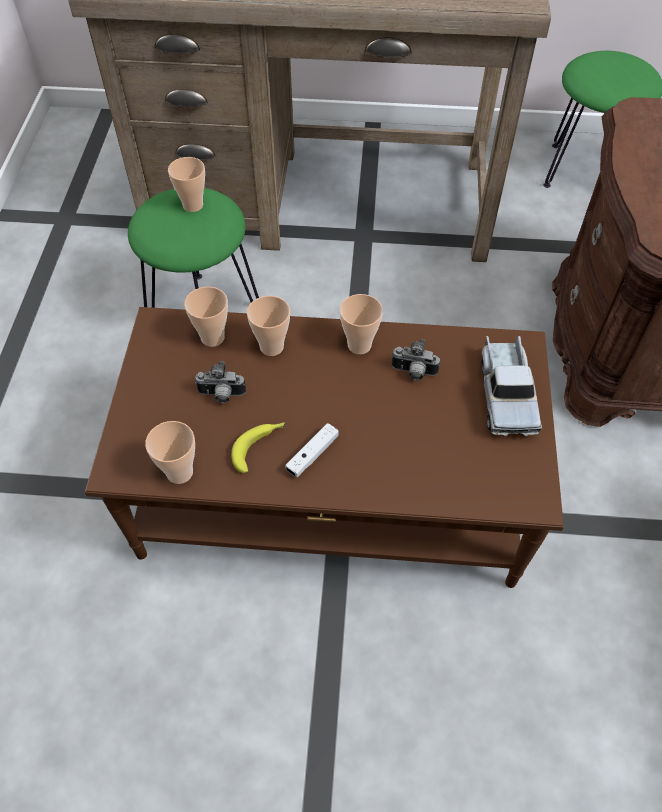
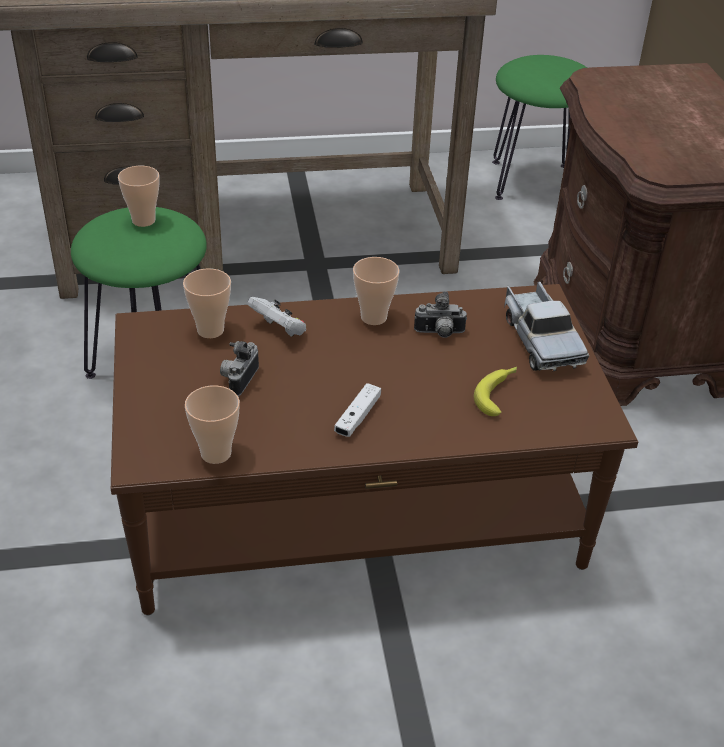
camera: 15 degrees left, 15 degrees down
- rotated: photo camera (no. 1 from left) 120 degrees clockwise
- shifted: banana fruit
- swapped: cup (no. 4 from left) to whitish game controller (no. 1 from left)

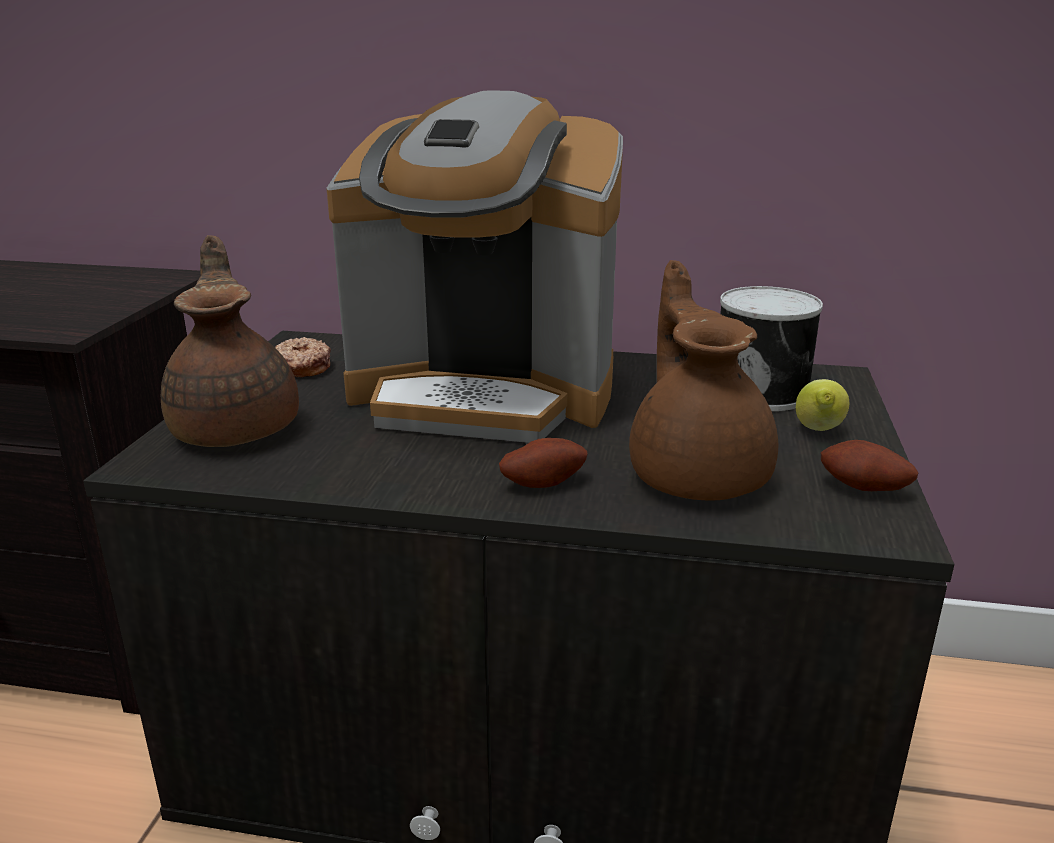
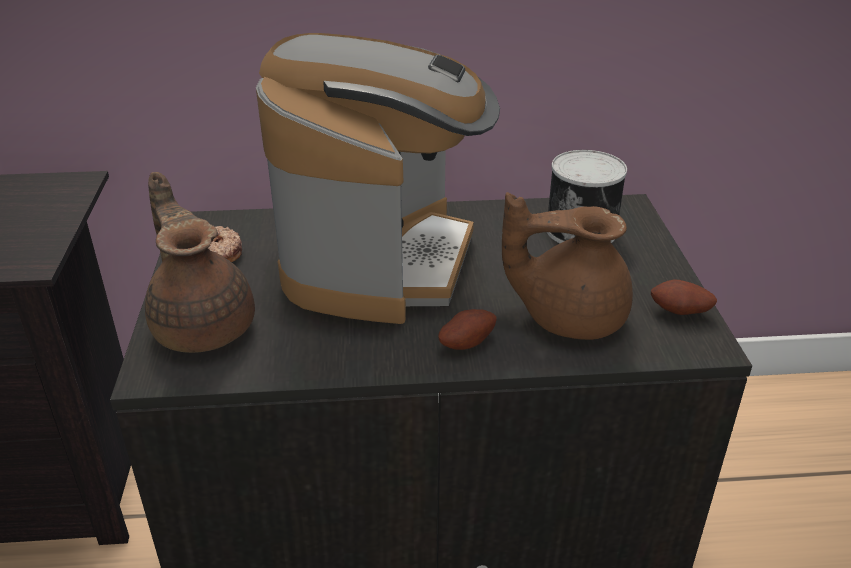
camera: 15 degrees left, 10 degrees up
- rotated: coffee brewer 75 degrees counterclockwise
- rotated: brown-coloured teapot (no. 2 from left) 60 degrees counterclockwise
- gone: citrus fruit

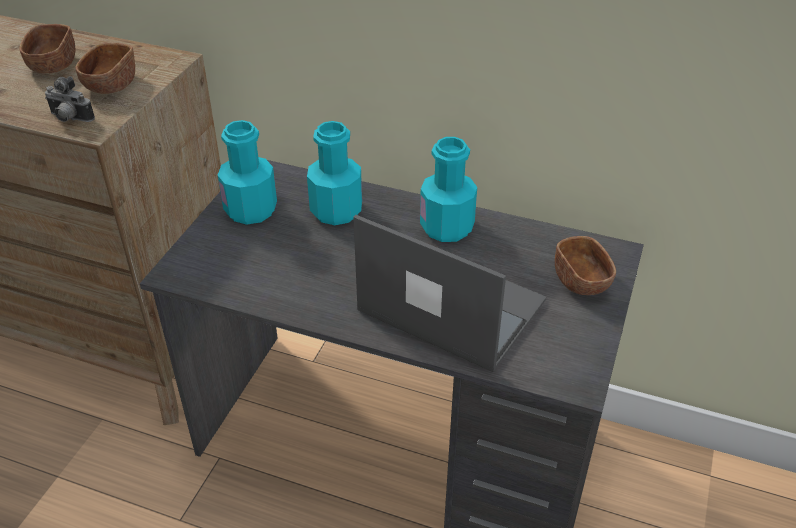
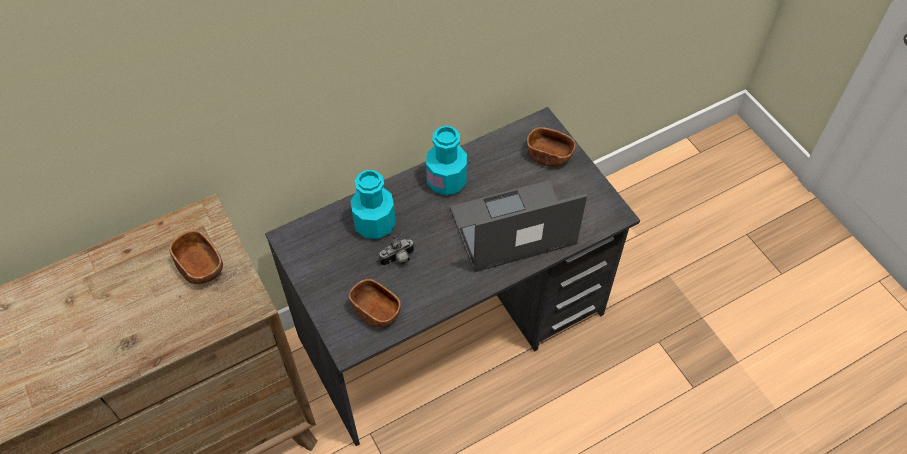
camera: 50 degrees left, 15 degrees up
- shifted: brown-coloured bowl (no. 1 from left in the first image) to brown-coloured bowl (no. 2 from left)
- shifted: photo camera
- gone: blue-green beverage bottle (no. 1 from left)

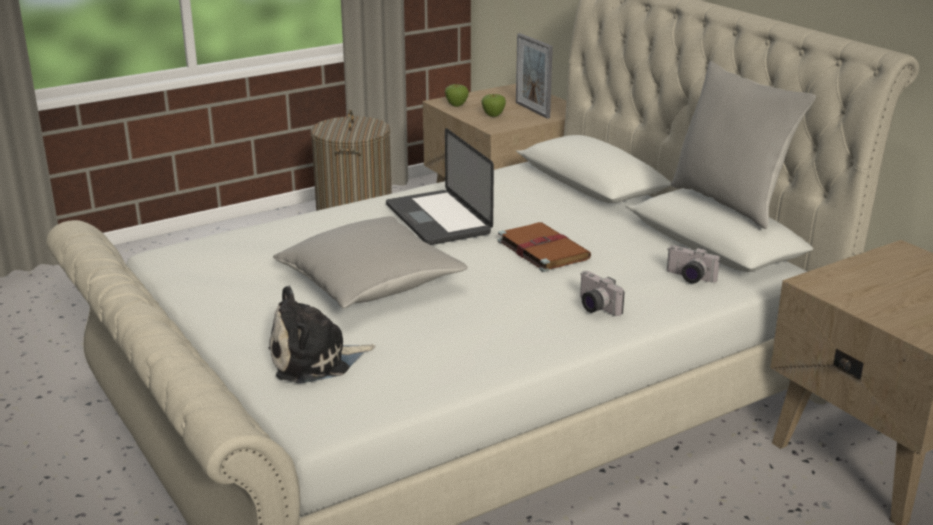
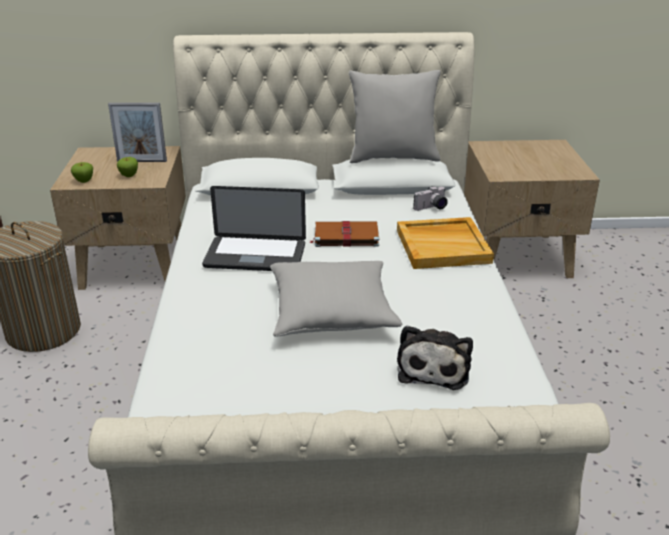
camera: 60 degrees left, 5 degrees up
- swapped: photo camera (no. 1 from left) to beige-coloured carrying tray

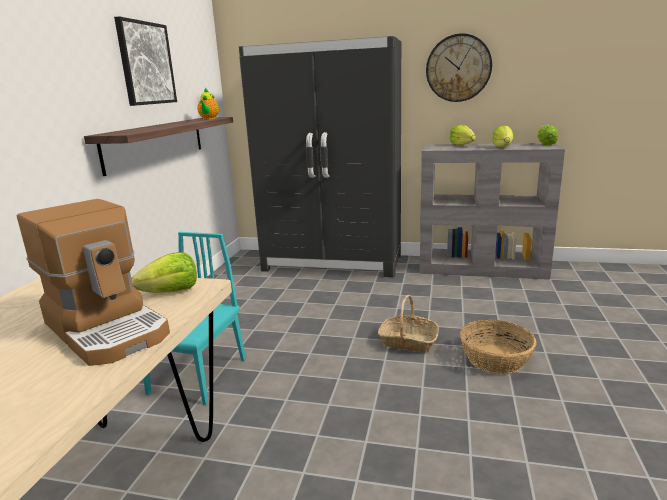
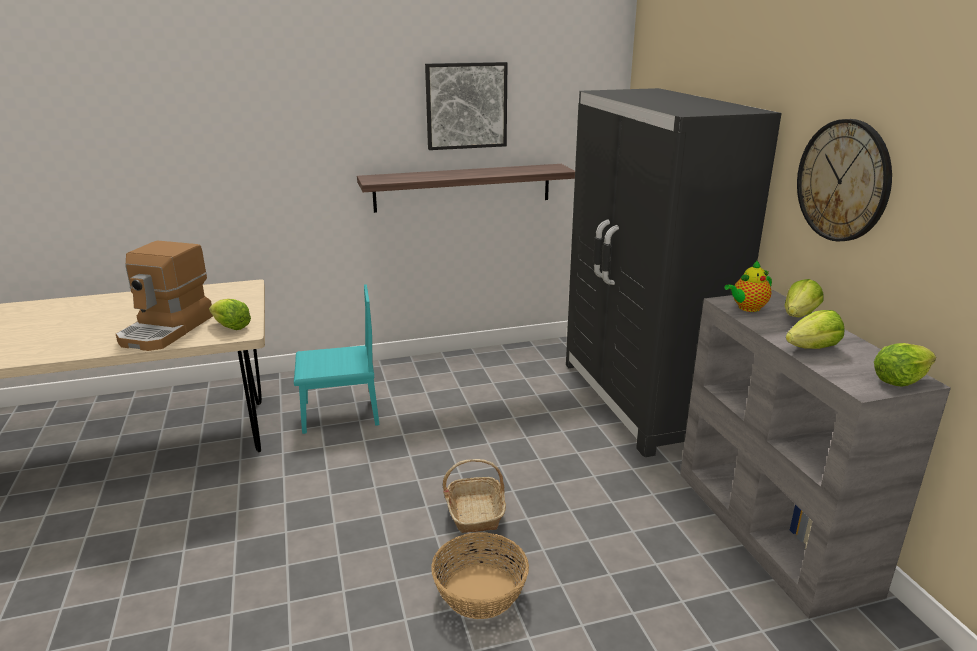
camera: 60 degrees right, 5 degrees up
- shifted: teapot

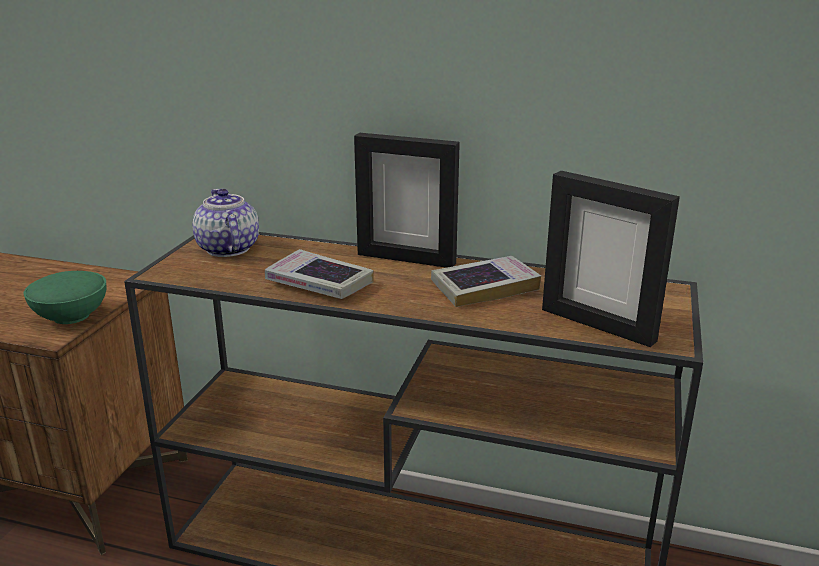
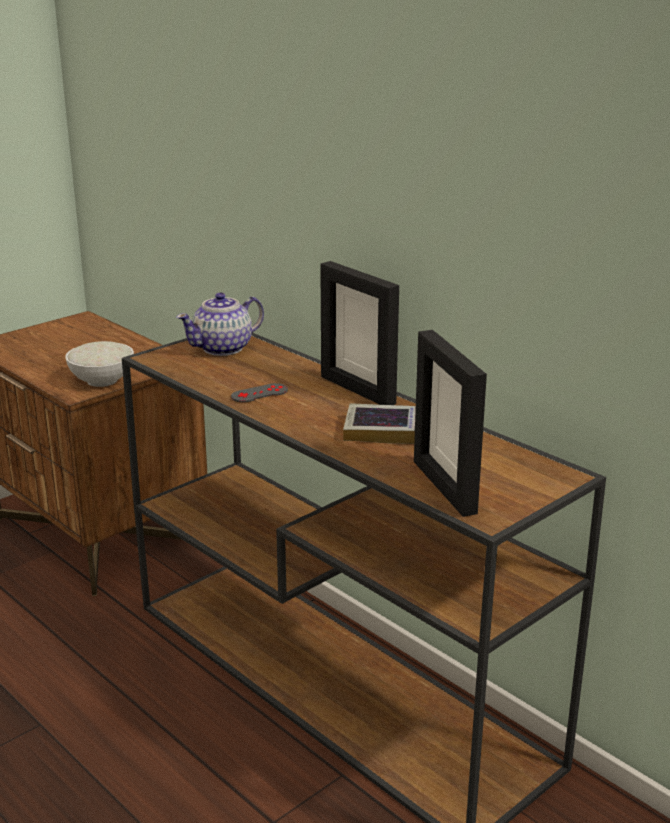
camera: 30 degrees right, 0 degrees up
- repainted: green-coloured bowl to whitish bowl
- rotated: teapot 135 degrees counterclockwise
- swapped: bound book (no. 1 from left) to greyish game controller

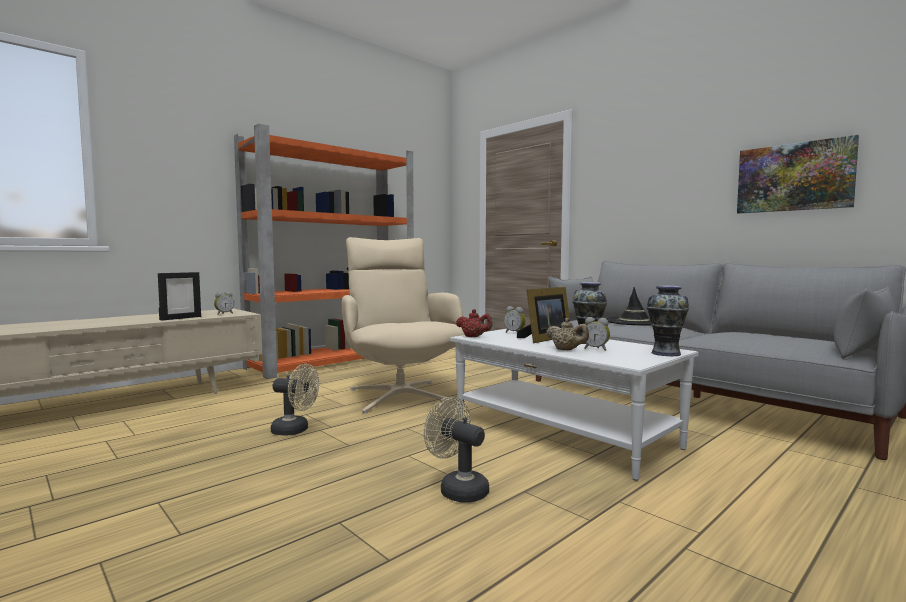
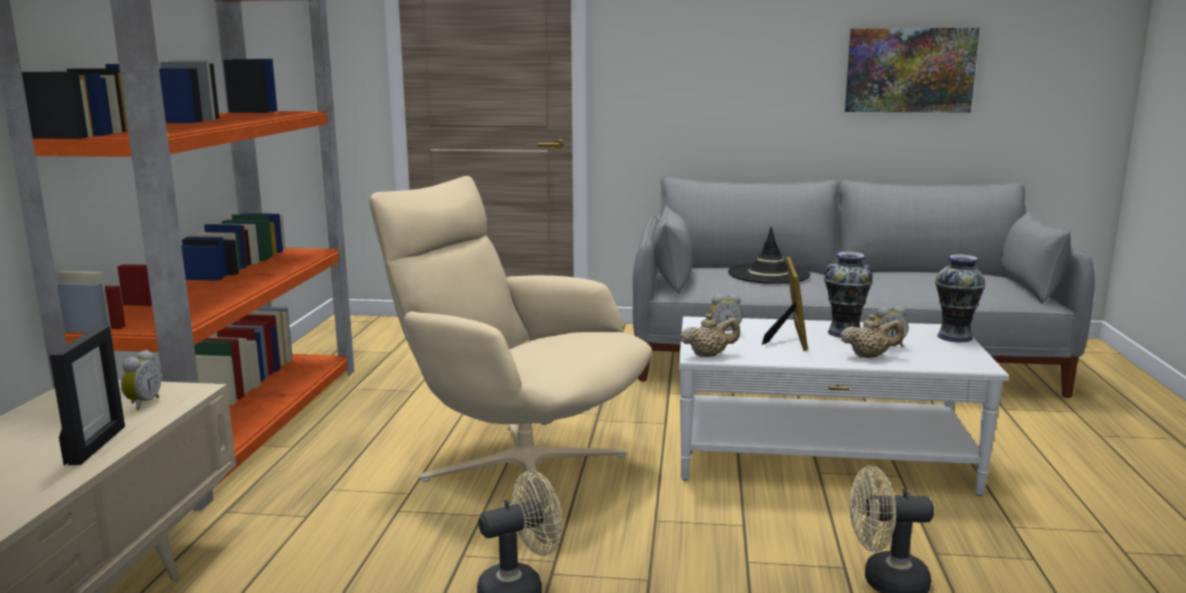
camera: 40 degrees left, 10 degrees up
- repainted: red-coloured teapot to beige-coloured teapot (no. 1 from left)

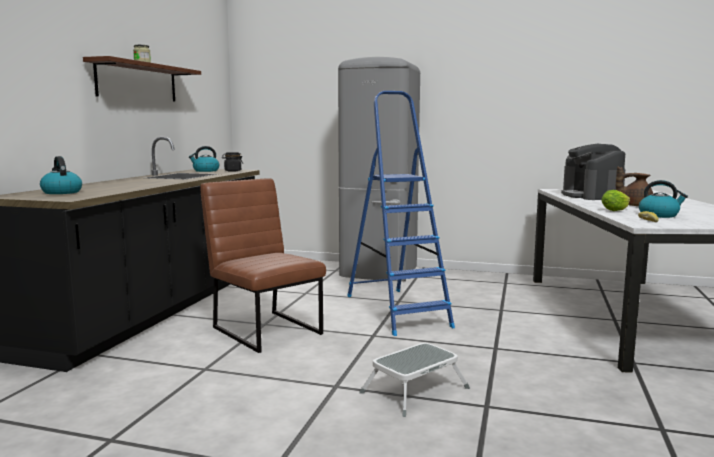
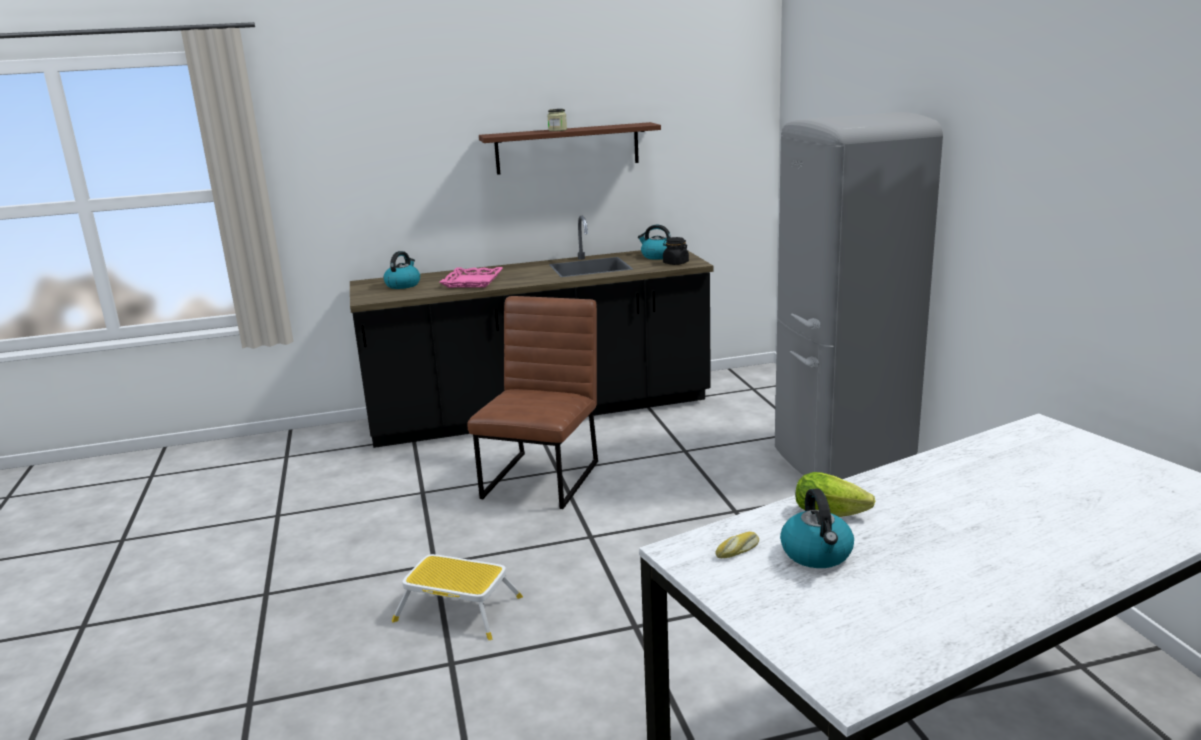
camera: 60 degrees right, 10 degrees up
- gone: blue-coloured step ladder
- repainted: greyish step ladder to yellow step ladder
- gone: coffee brewer
- gone: brown-coloured teapot
- new: pink-coloured carrying tray

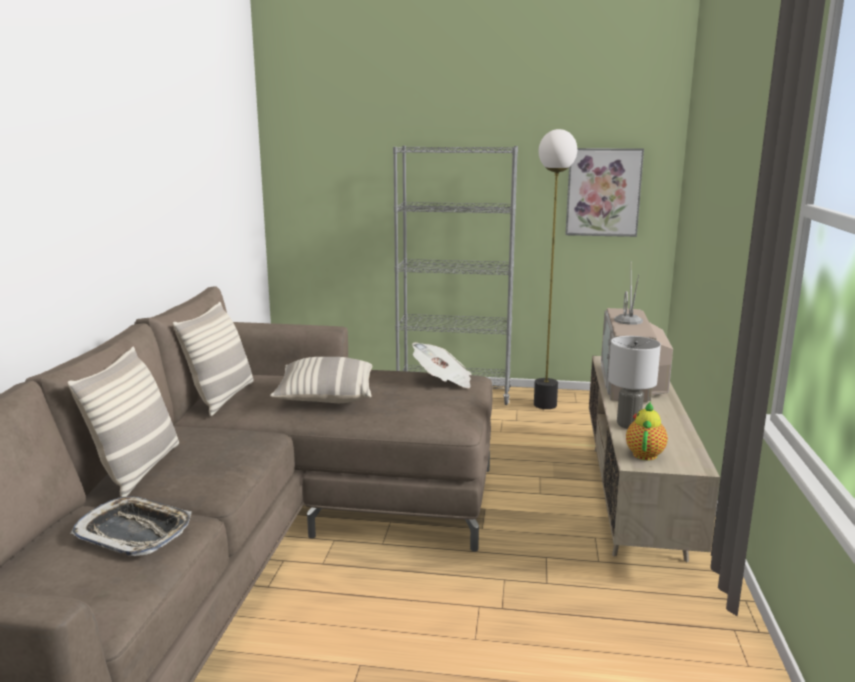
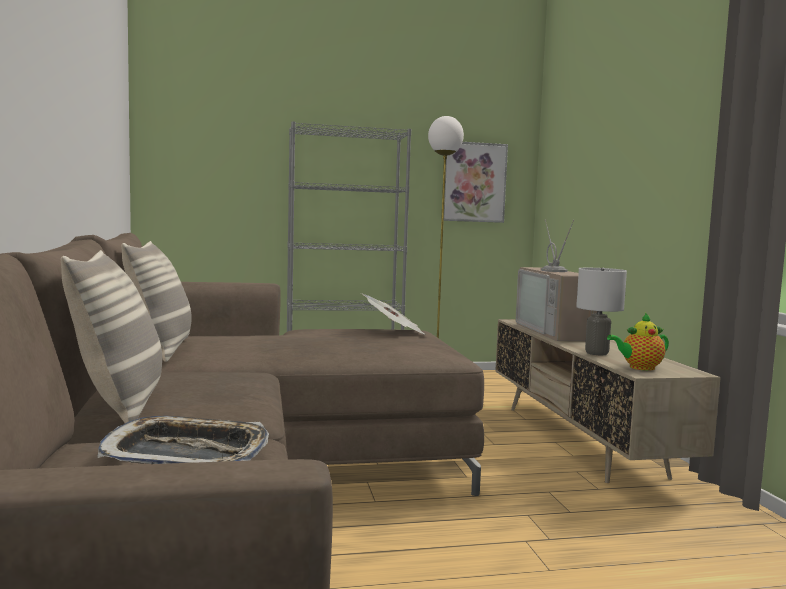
camera: 20 degrees left, 10 degrees down
- gone: throw pillow (no. 3 from left)
- rotated: teapot 105 degrees counterclockwise

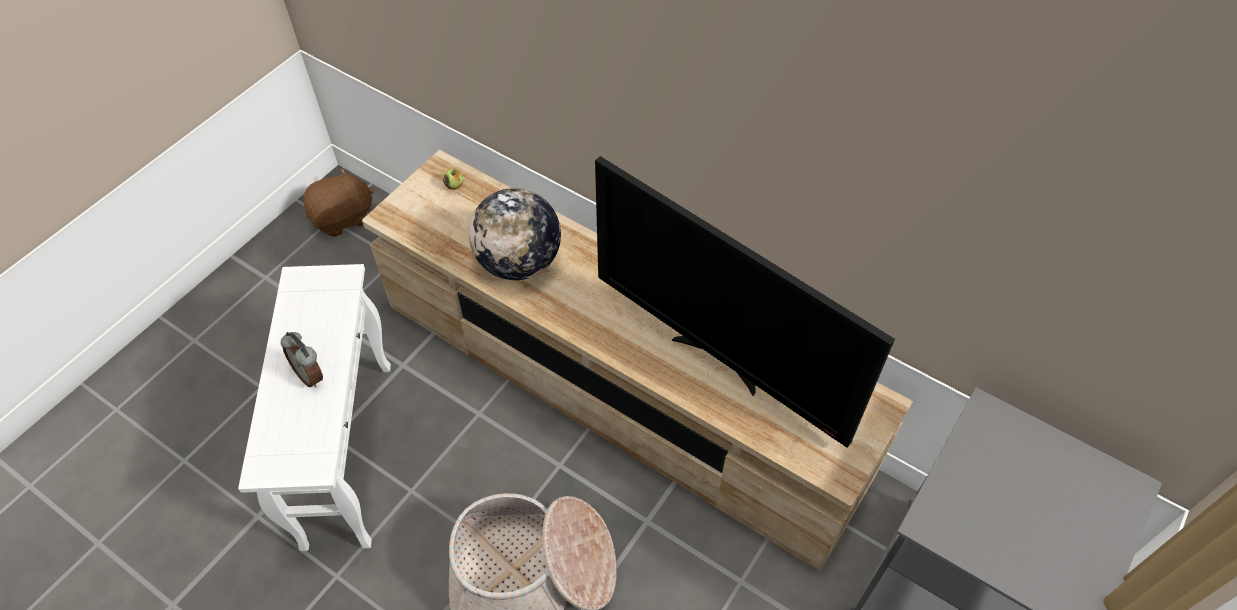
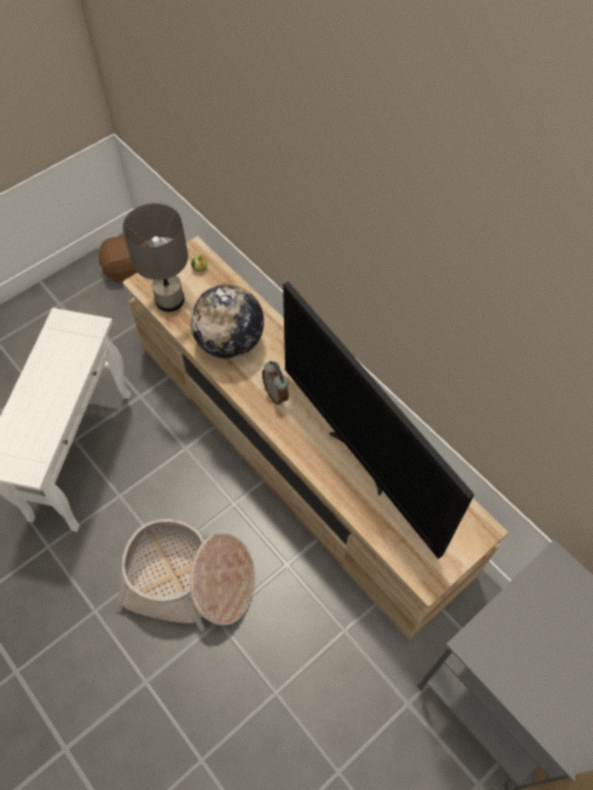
camera: 15 degrees right, 5 degrees up
- shifted: alarm clock
- new: greyish lamp for a table

